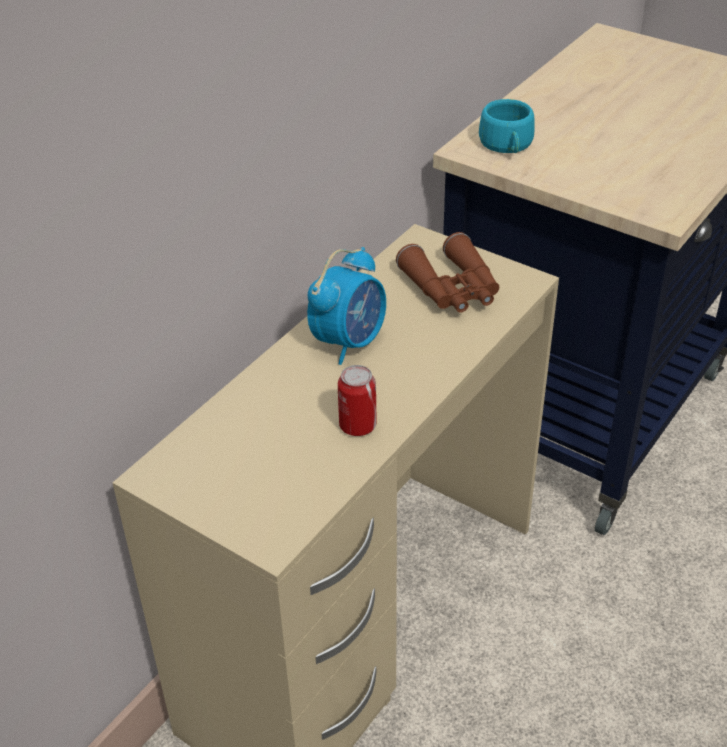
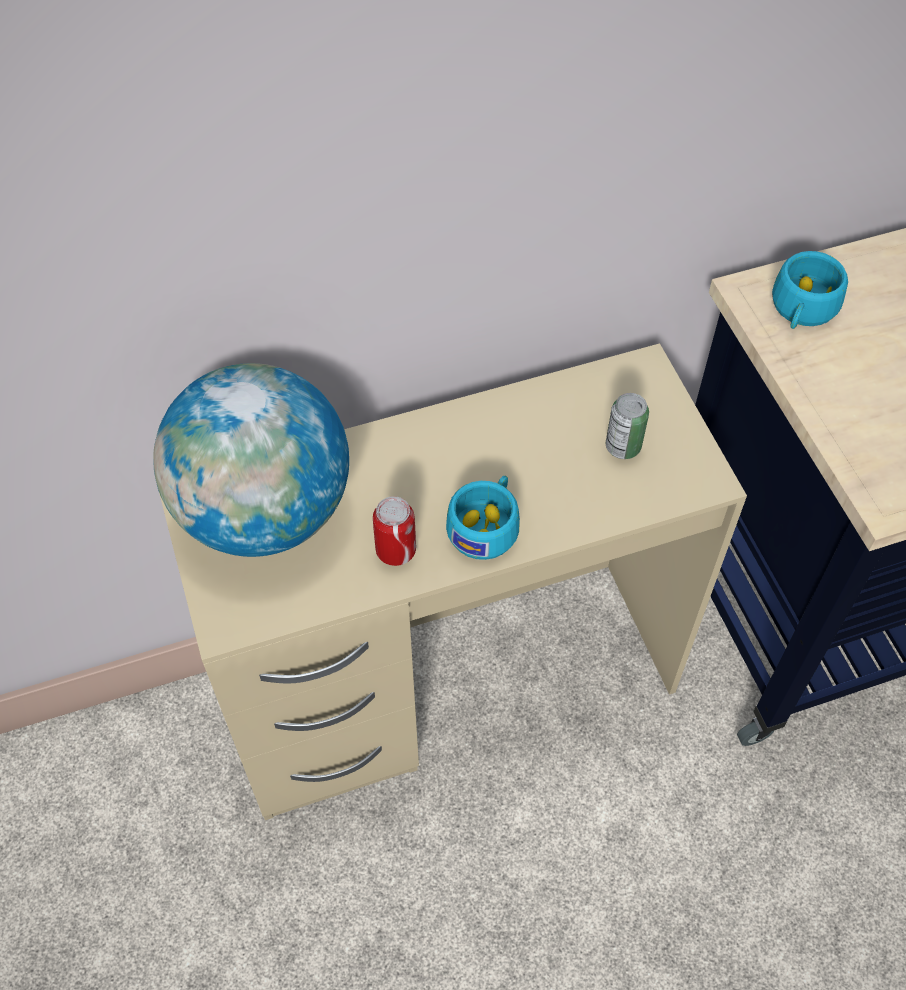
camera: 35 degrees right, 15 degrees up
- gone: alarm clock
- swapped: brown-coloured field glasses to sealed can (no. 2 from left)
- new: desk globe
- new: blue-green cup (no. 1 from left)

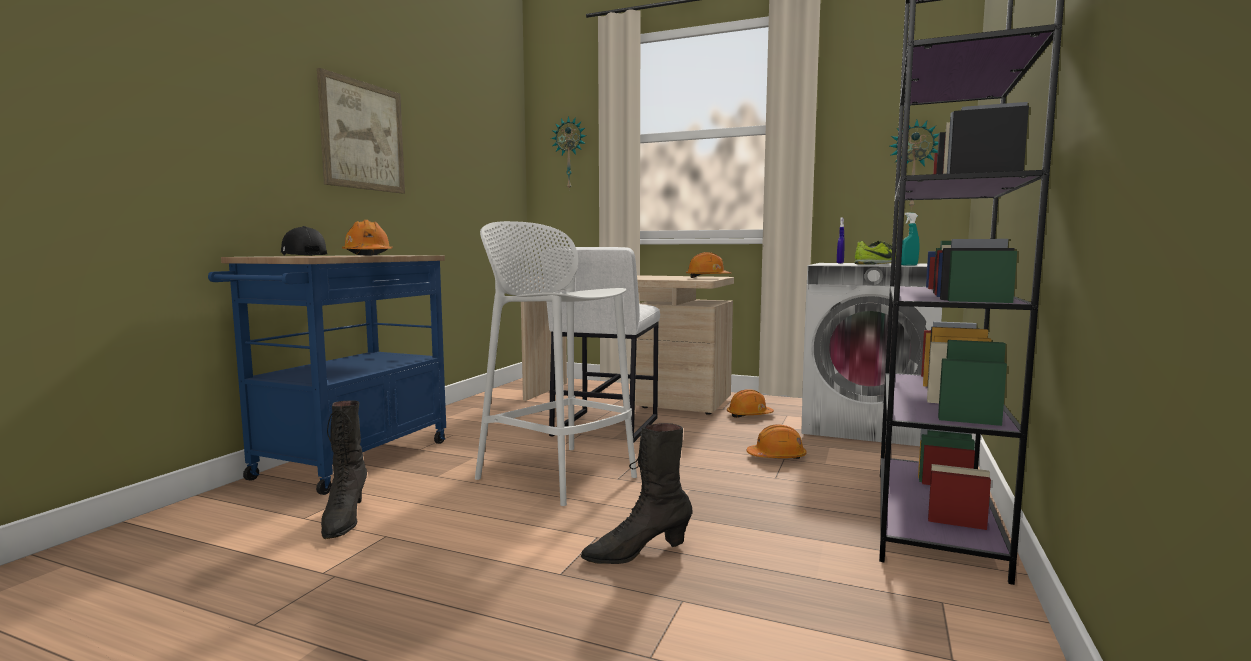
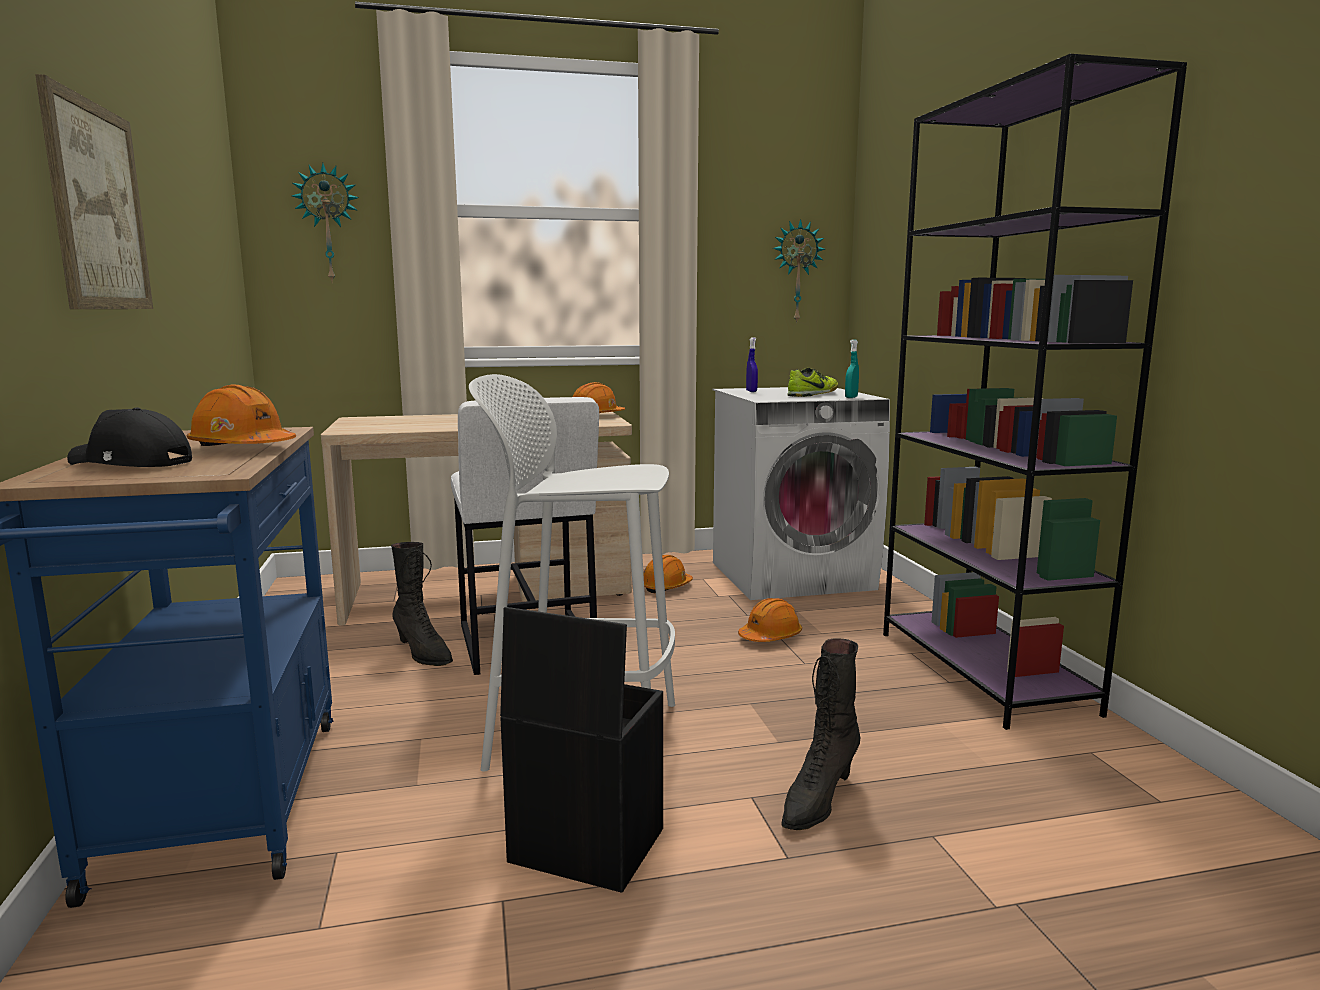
camera: 35 degrees left, 5 degrees up
- shifted: black-coloured tall boot (no. 1 from left)
- new: black-coloured storage box

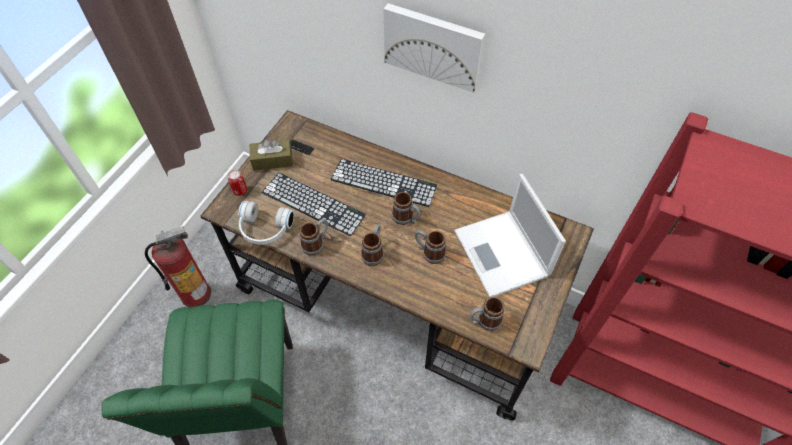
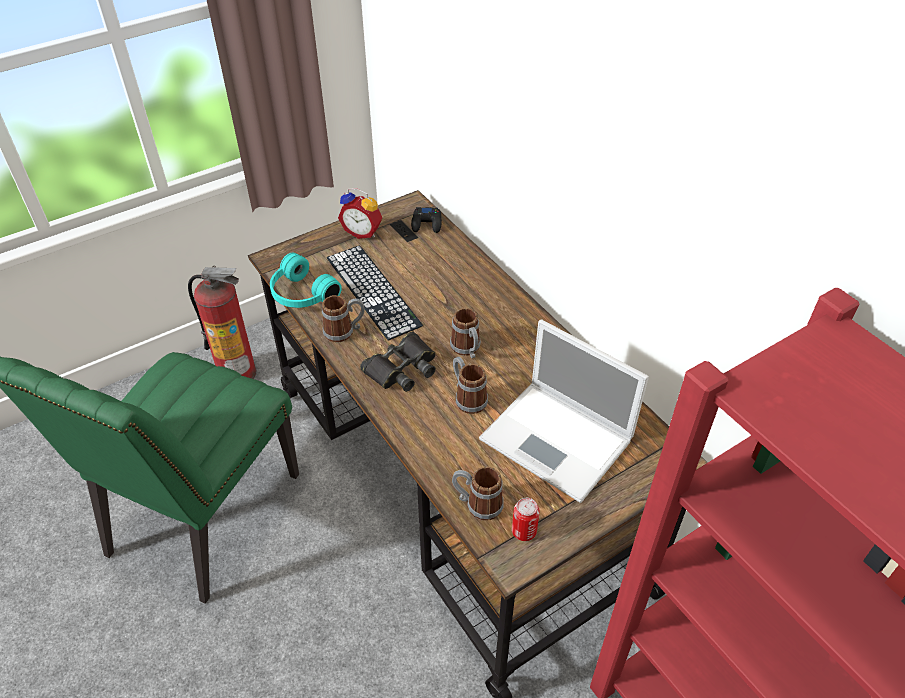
camera: 30 degrees right, 10 degrees down
- shifted: sealed can
- repainted: whitish headset to blue-green headset
- swapped: brown-coloured tissue box to alarm clock
- gone: keyboard (no. 2 from left)
- swapped: tea mug (no. 2 from left) to black-coloured field glasses
- gone: wall picture
- rotated: portable computer 60 degrees counterclockwise
- new: black-coloured game controller

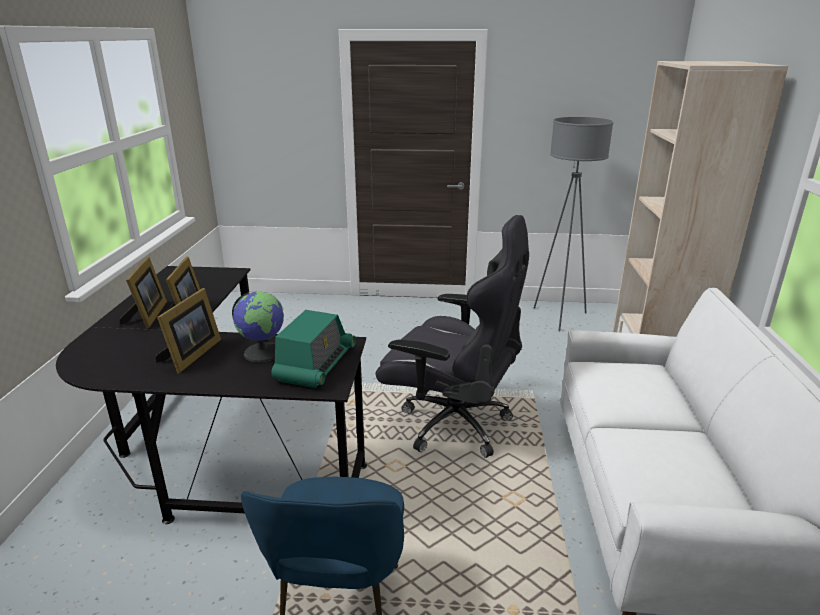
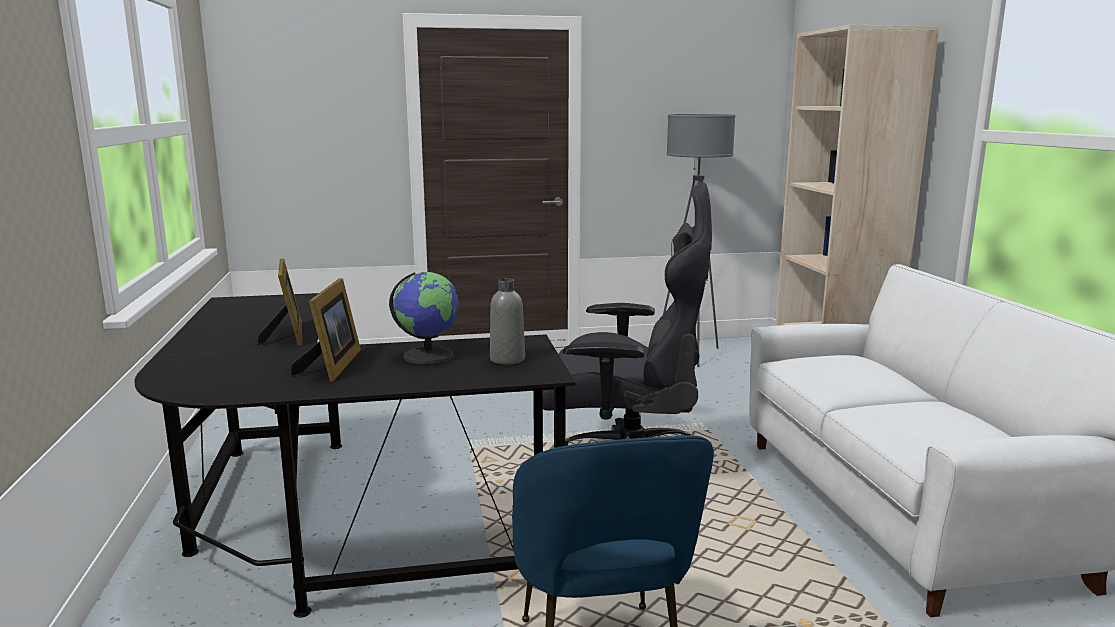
camera: 15 degrees left, 10 degrees down
- gone: standing frame (no. 1 from left)
- swapped: radio receiver to greyish beverage bottle

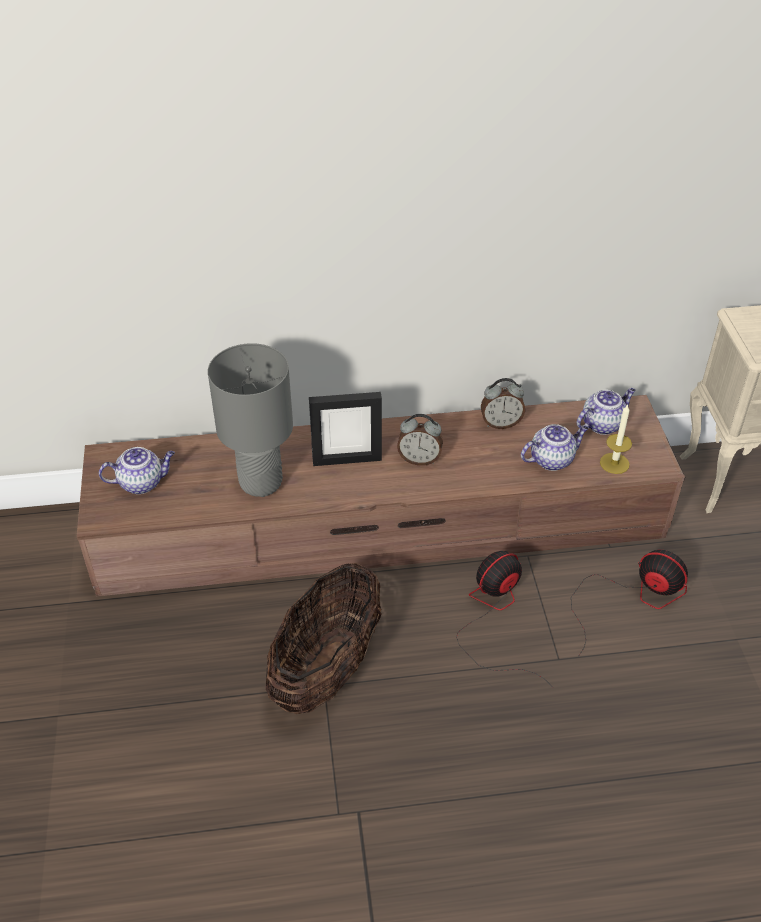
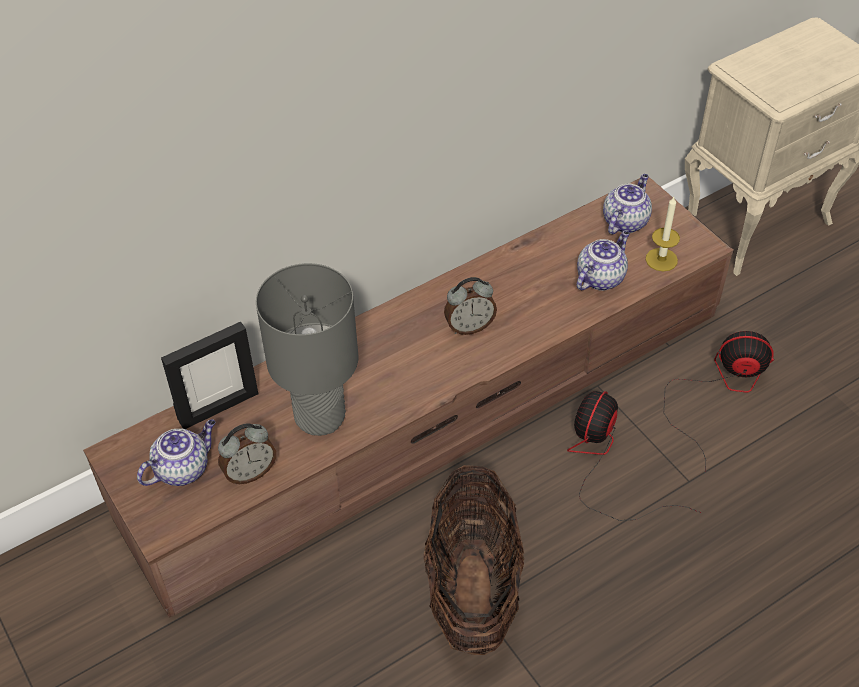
camera: 25 degrees left, 5 degrees up
- shifted: standing frame
- shifted: alarm clock (no. 2 from left in the first image) to alarm clock (no. 1 from left)

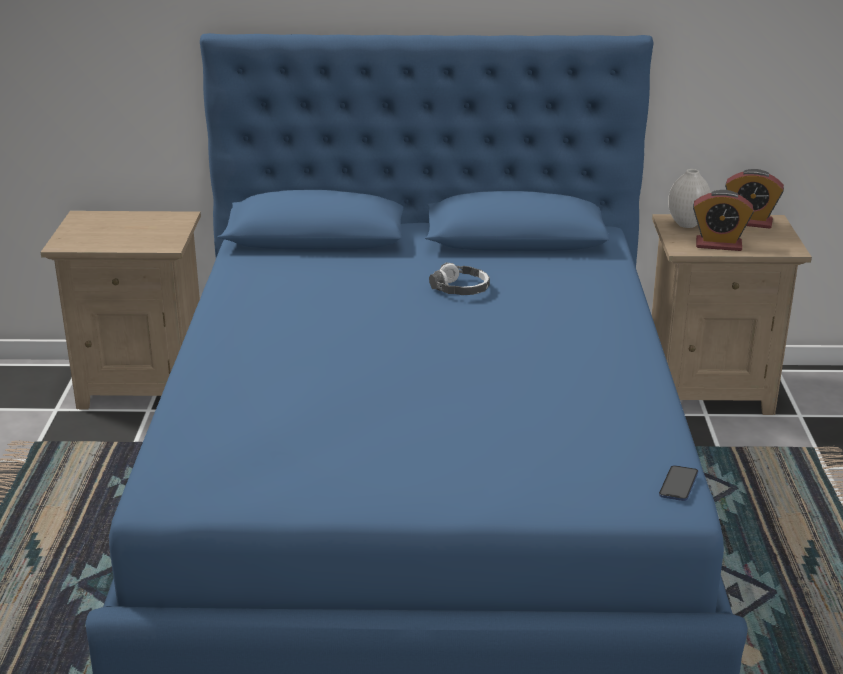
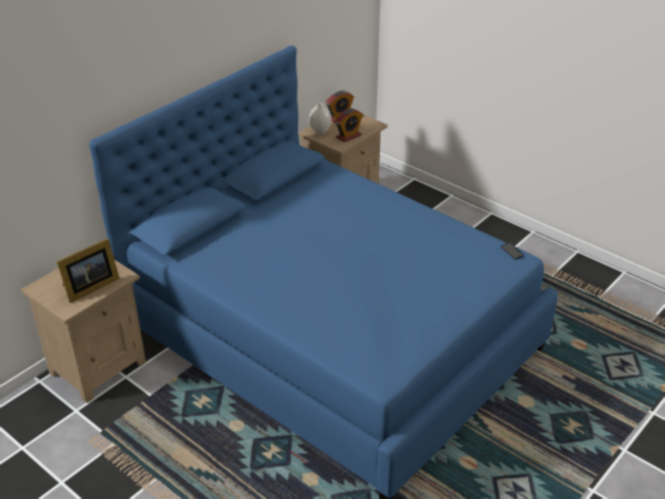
camera: 50 degrees left, 10 degrees up
- gone: headset
- new: standing frame

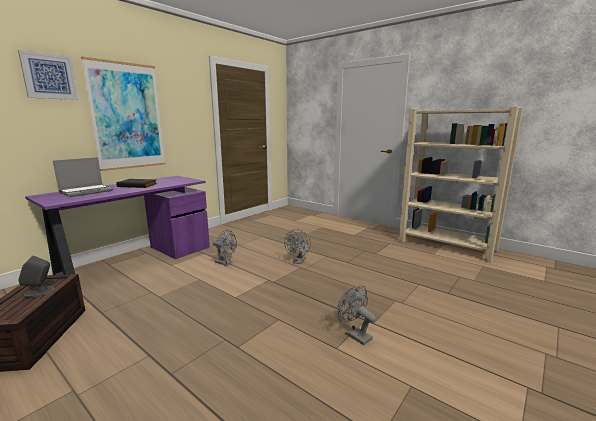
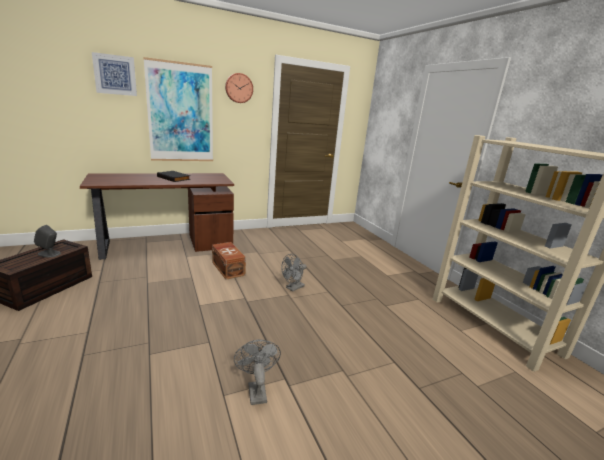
camera: 25 degrees right, 5 degrees up
- repainted: purplish desk to brown-coloured desk
- gone: portable computer
- swapped: greyish electric fan (no. 1 from left) to brown-coloured storage box (no. 2 from left)
- new: wall clock

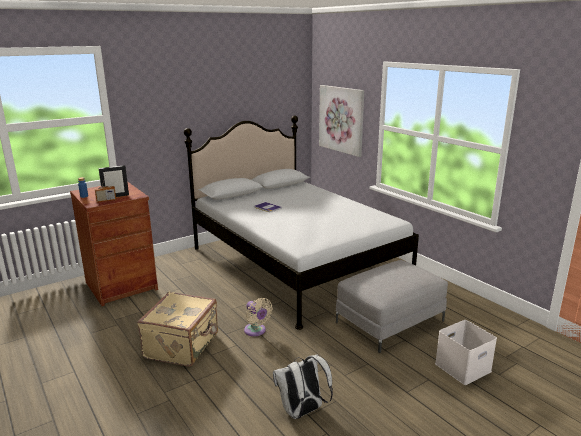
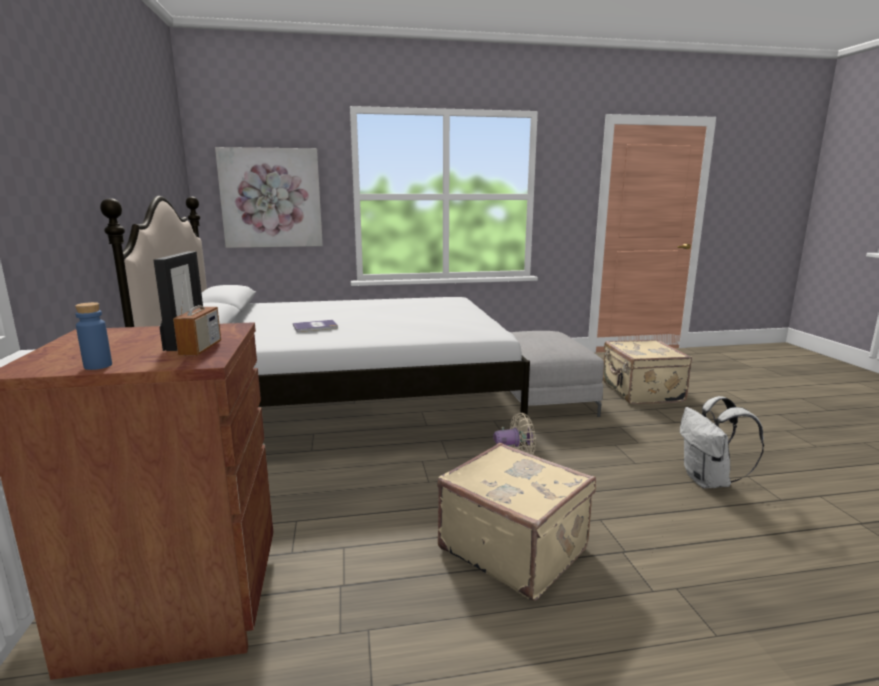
camera: 65 degrees left, 5 degrees down
- swapped: whitish storage box to beige-coloured suitcase (no. 2 from left)

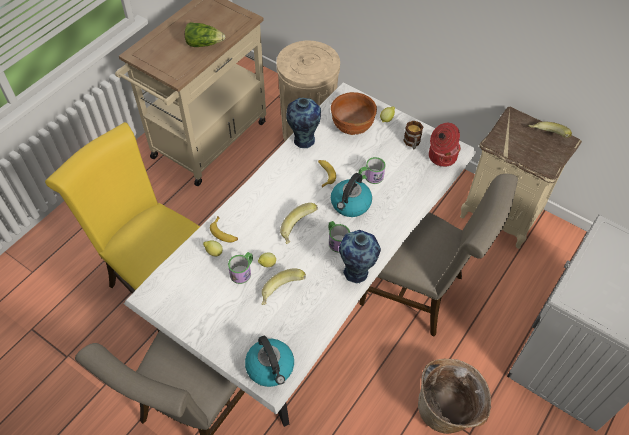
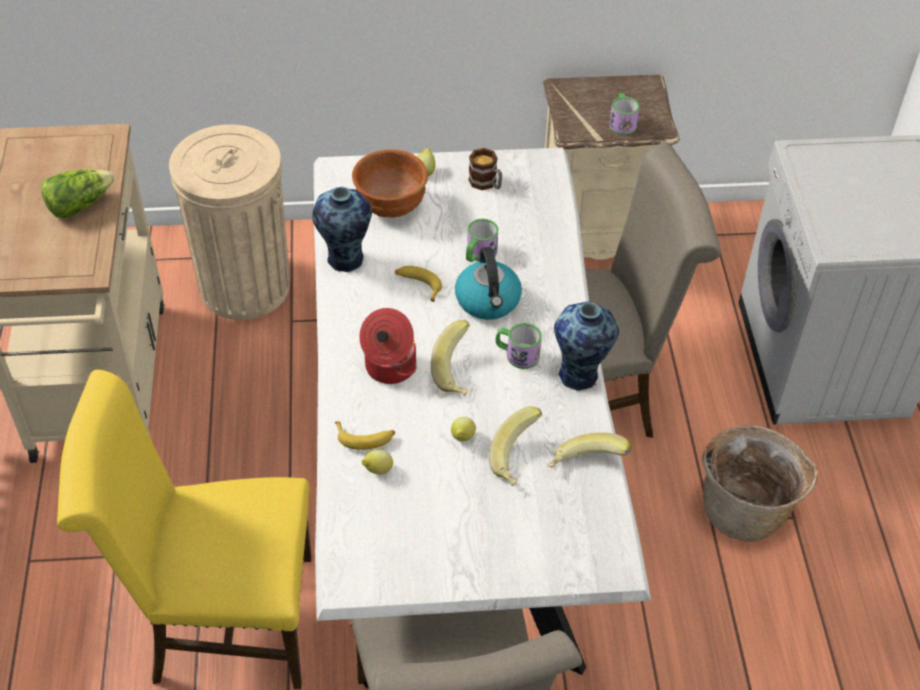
camera: 40 degrees left, 5 degrees down
- shifted: tea mug (no. 1 from left in the first image) to tea mug (no. 4 from left)
- gone: tea kettle (no. 1 from left)
- shifted: cooking pot
- shifted: banana fruit (no. 5 from left)

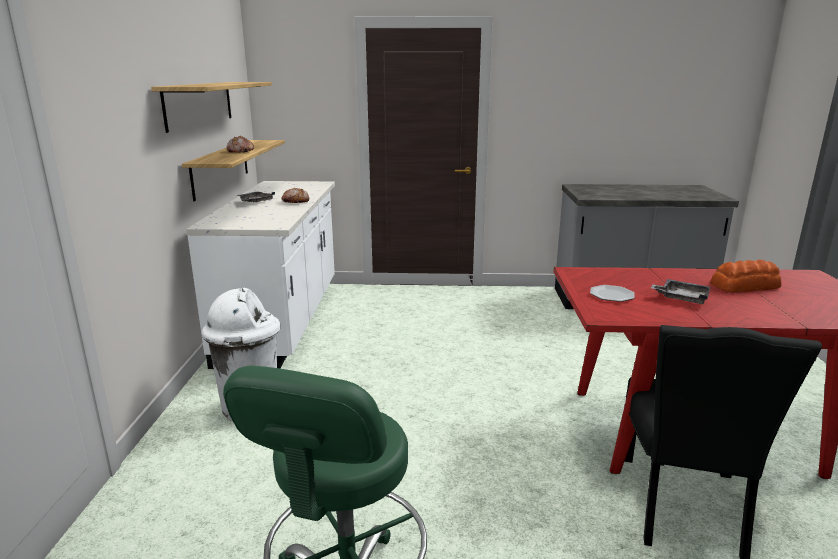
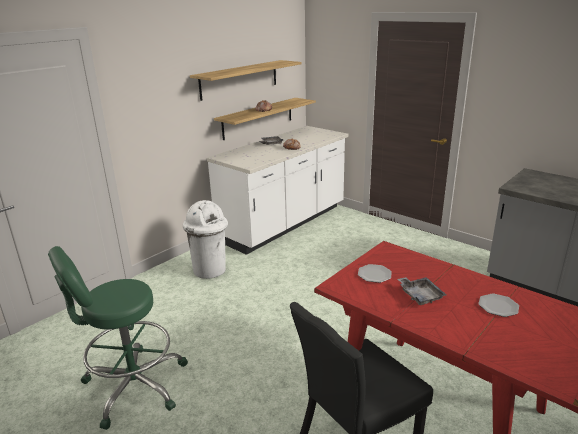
camera: 40 degrees right, 5 degrees up
- swapped: bread (no. 3 from left) to flat dish (no. 2 from left)

